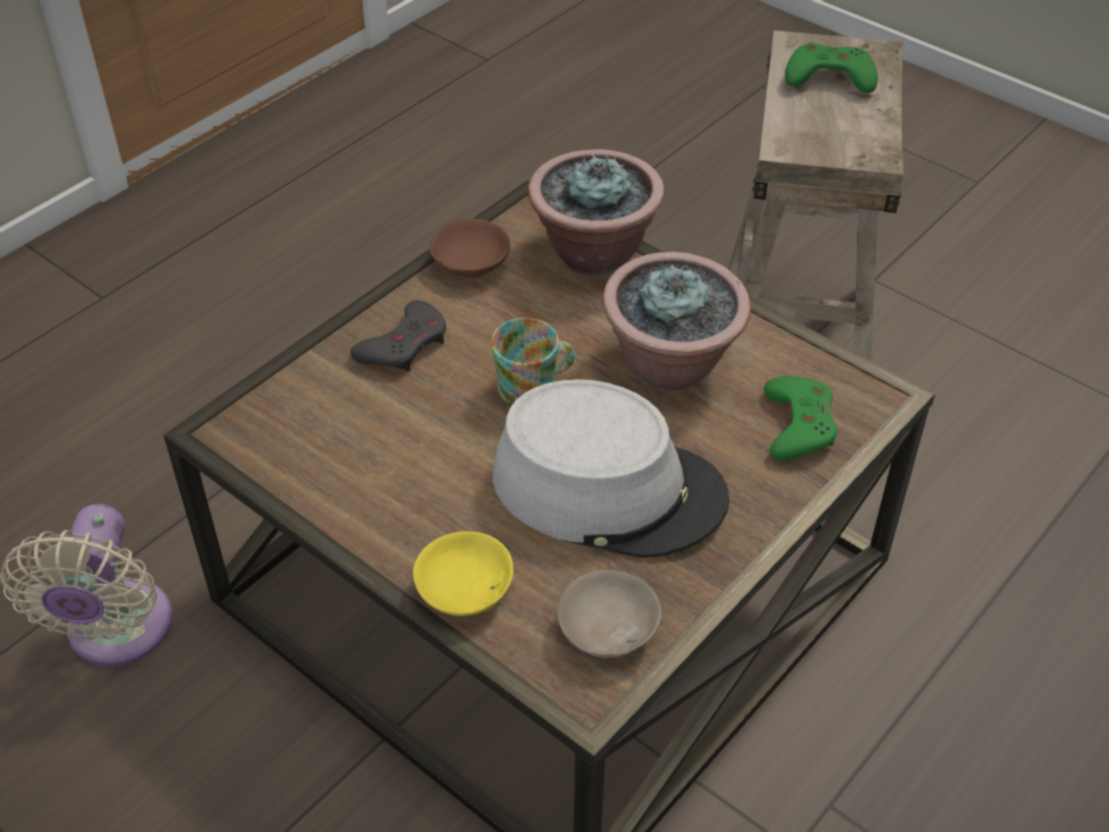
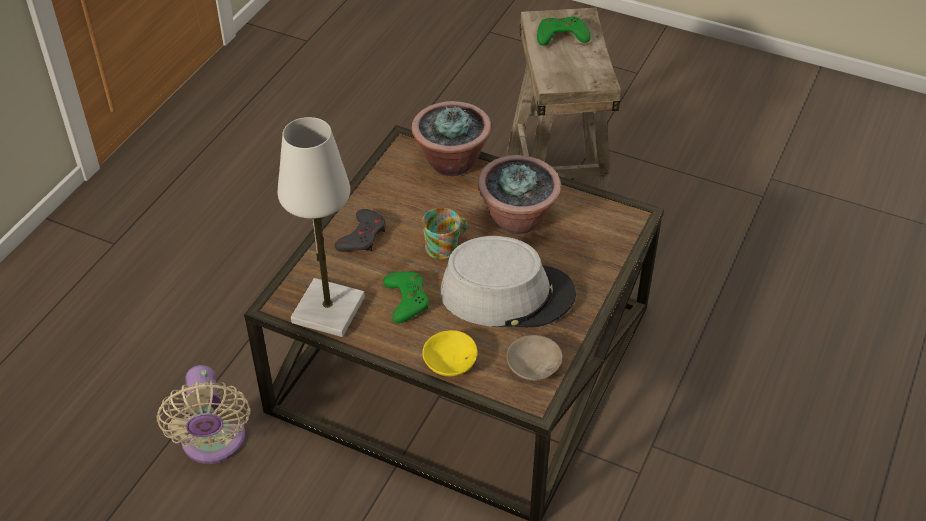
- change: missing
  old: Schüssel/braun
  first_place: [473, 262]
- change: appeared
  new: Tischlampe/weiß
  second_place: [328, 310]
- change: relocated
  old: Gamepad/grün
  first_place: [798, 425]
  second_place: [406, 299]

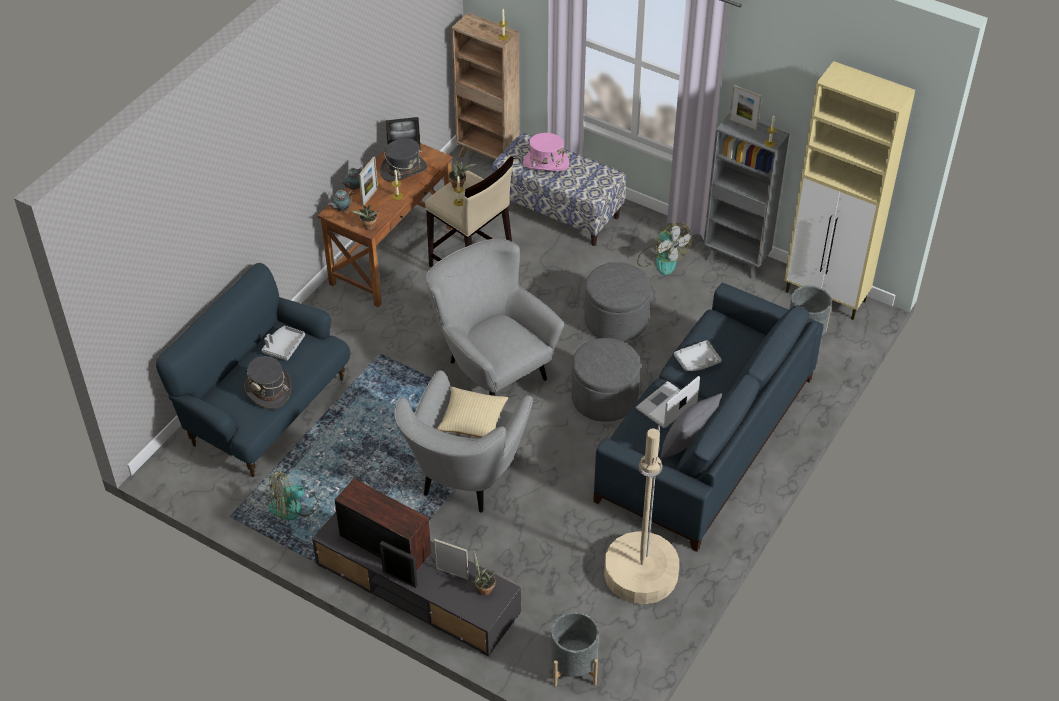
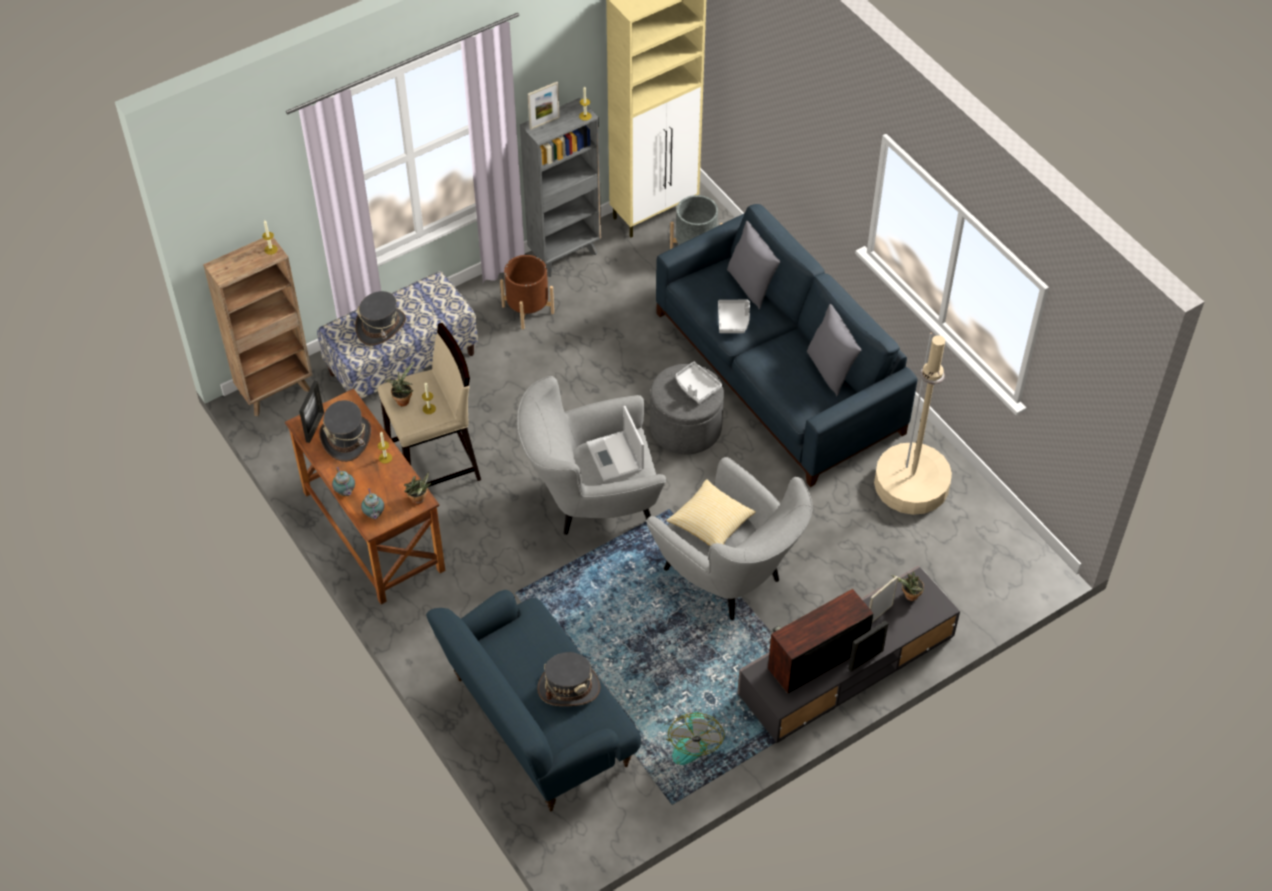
- change: missing
  old: Bilderrahmen
  first_place: [370, 197]
- change: missing
  old: Pflanzkübel/grau
  first_place: [573, 667]
- change: missing
  old: Polsterhocker/grau
  first_place: [616, 320]
- change: appeared
  new: Kissen/grau
  second_place: [751, 285]
- change: relocated
  old: Tablett/grau
  first_place: [284, 346]
  second_place: [696, 387]
- change: relocated
  old: Laptop
  first_place: [666, 406]
  second_place: [615, 457]
- change: exchanged
  old: Ventilator
  new: Pflanzkübel/braun
  first_place: [661, 259]
  second_place: [528, 309]
- change: colour
  old: Hut/rosa
  new: Hut/grau
  first_place: [546, 163]
  second_place: [381, 327]

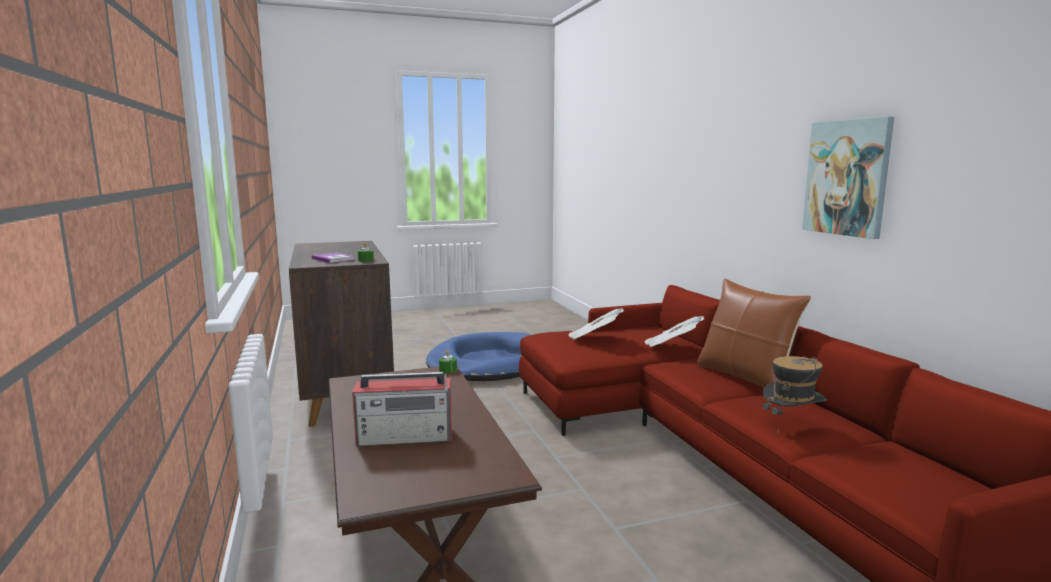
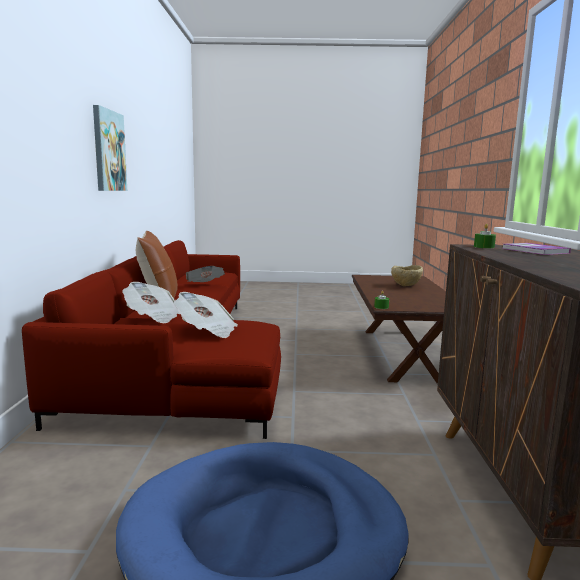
- change: exchanged
  old: Radio
  new: Schüssel/beige
  first_place: [406, 437]
  second_place: [406, 286]
- change: exchanged
  old: Hut
  new: Zeitung
  first_place: [791, 425]
  second_place: [205, 285]

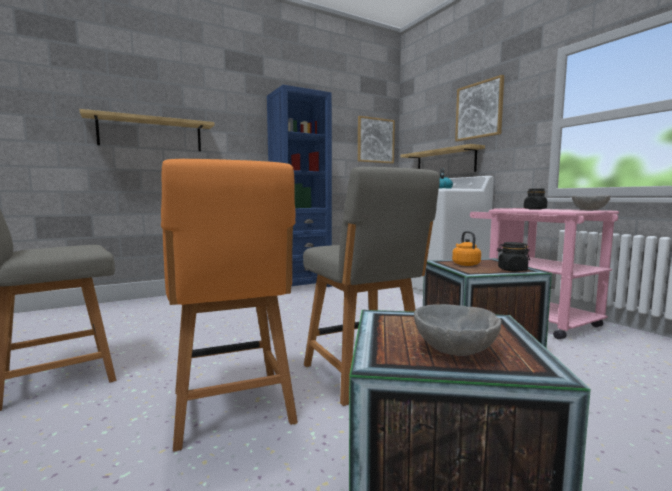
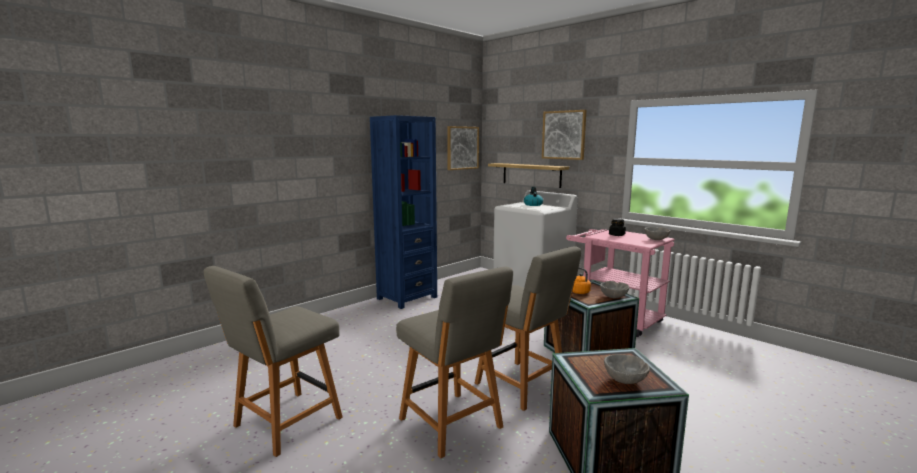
- change: missing
  old: Wandregal
  first_place: [151, 134]
- change: exchanged
  old: Vorratsglas/schwarz
  new: Schüssel/grau
  first_place: [512, 270]
  second_place: [613, 297]
- change: colour
  old: Stuhl/orange
  new: Stuhl/grau
  first_place: [232, 409]
  second_place: [452, 425]

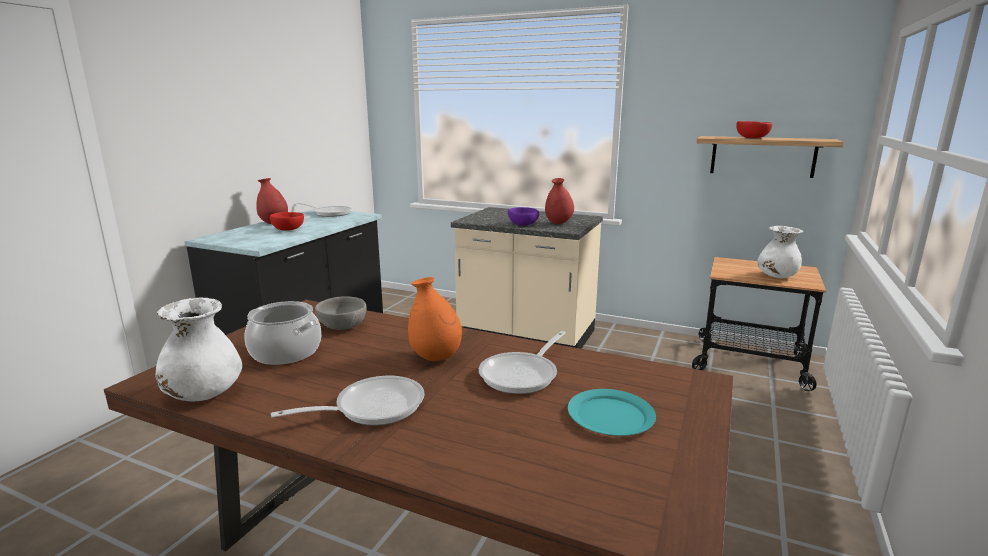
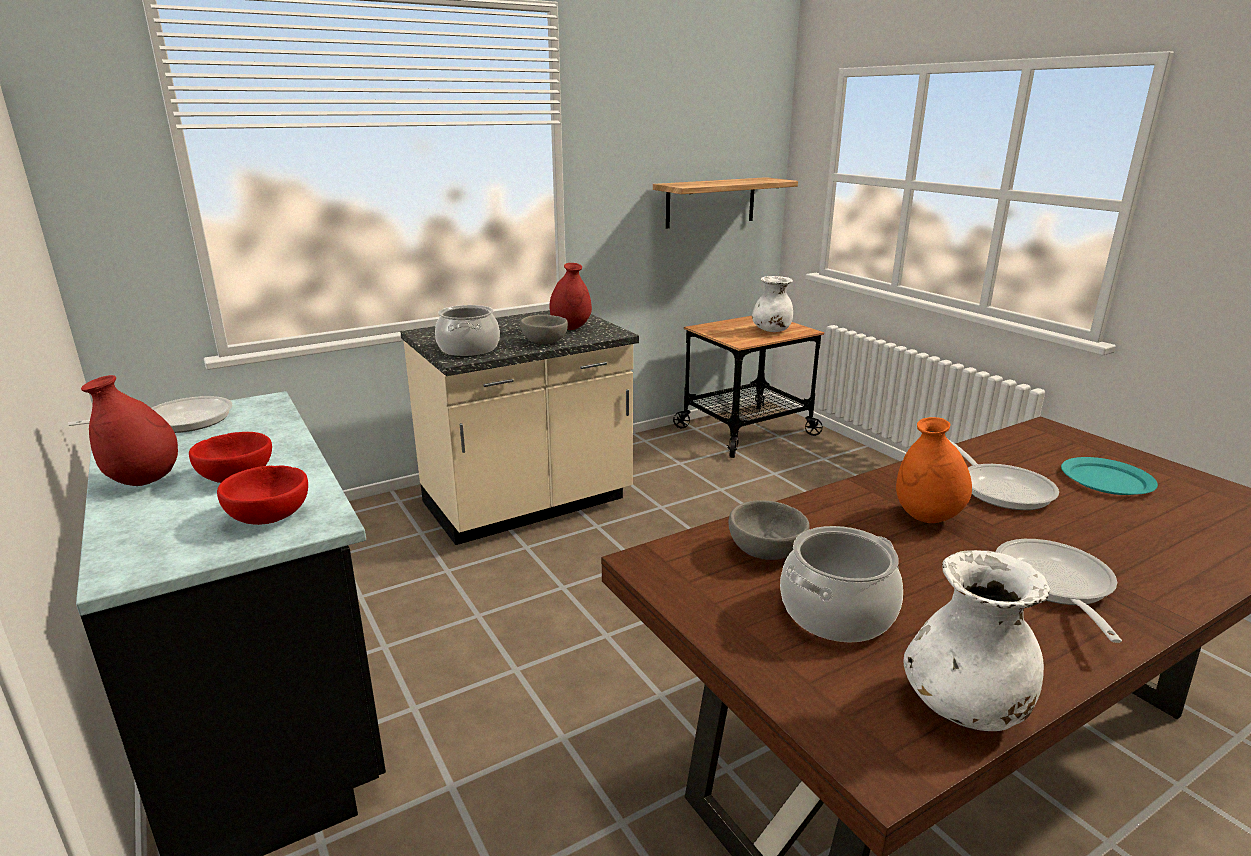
- change: appeared
  new: Kochtopf
  second_place: [469, 349]
- change: relocated
  old: Schüssel/rot
  first_place: [751, 138]
  second_place: [267, 516]
- change: colour
  old: Schüssel/lila
  new: Schüssel/grau
  first_place: [522, 224]
  second_place: [543, 342]

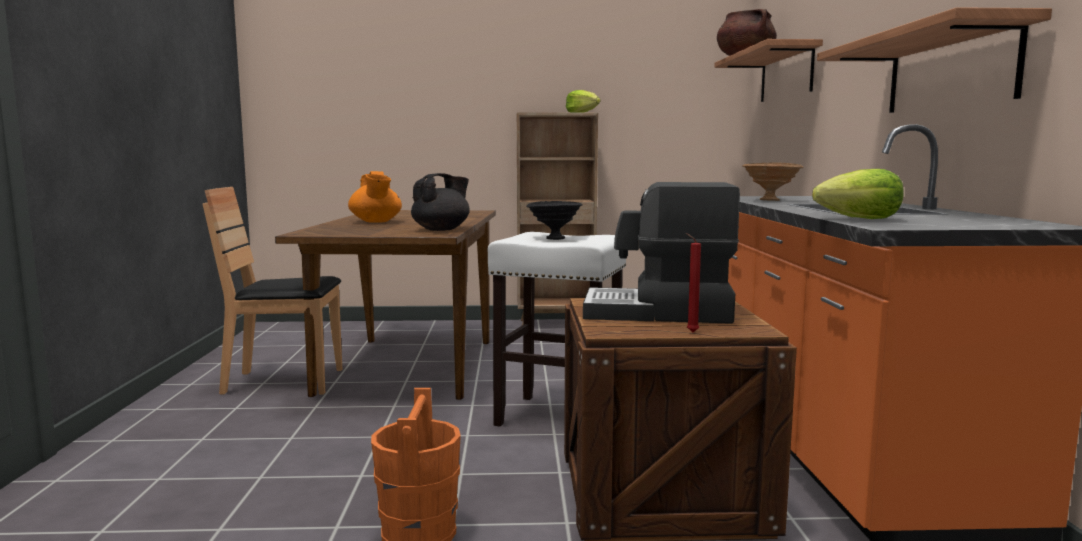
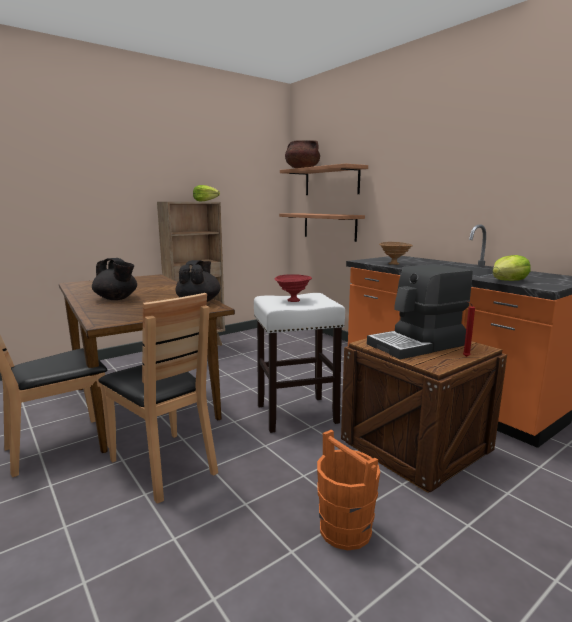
- change: appeared
  new: Stuhl/braun
  second_place: [164, 465]
- change: relocated
  old: Wandregal
  first_place: [949, 71]
  second_place: [329, 226]
- change: colour
  old: Teekanne/orange
  new: Teekanne/schwarz
  first_place: [376, 222]
  second_place: [116, 299]
- change: colour
  old: Schüssel/schwarz
  new: Schüssel/rot
  first_place: [554, 238]
  second_place: [293, 301]

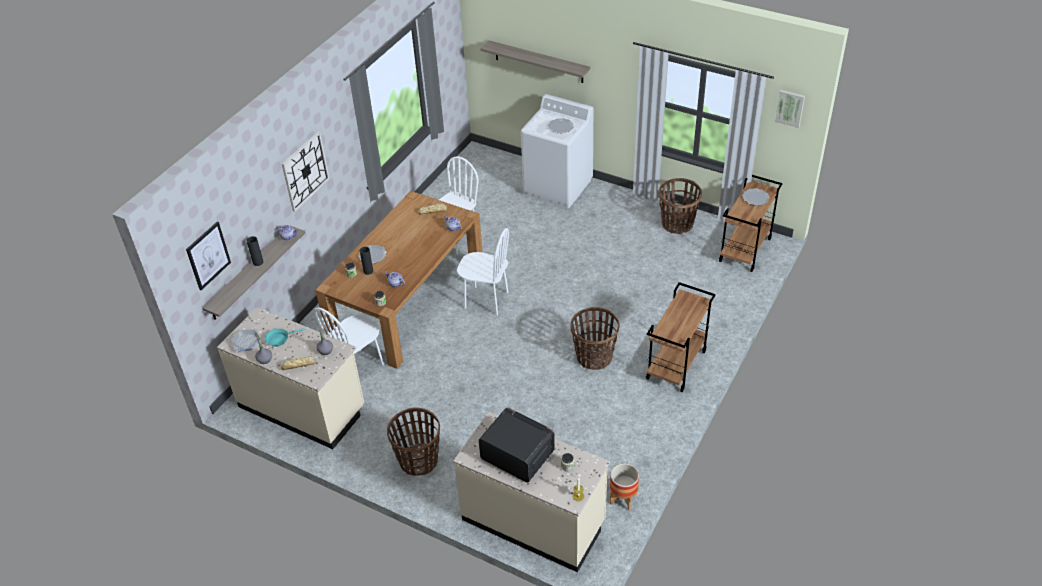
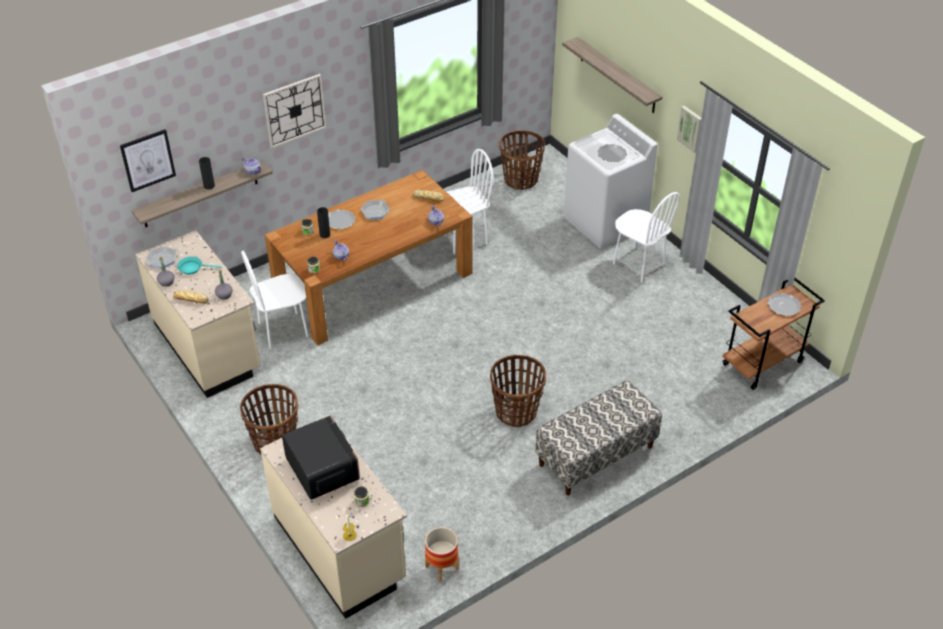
- change: appeared
  new: Pfanne
  second_place: [375, 212]
- change: relocated
  old: Stuhl/weiß
  first_place: [486, 300]
  second_place: [638, 264]
- change: relocated
  old: Korb
  first_place: [677, 224]
  second_place: [521, 180]
- change: relocated
  old: Bild
  first_place: [790, 108]
  second_place: [690, 128]
- change: exchanged
  old: Rollwagen/braun
  new: Bank
  first_place: [676, 366]
  second_place: [596, 456]

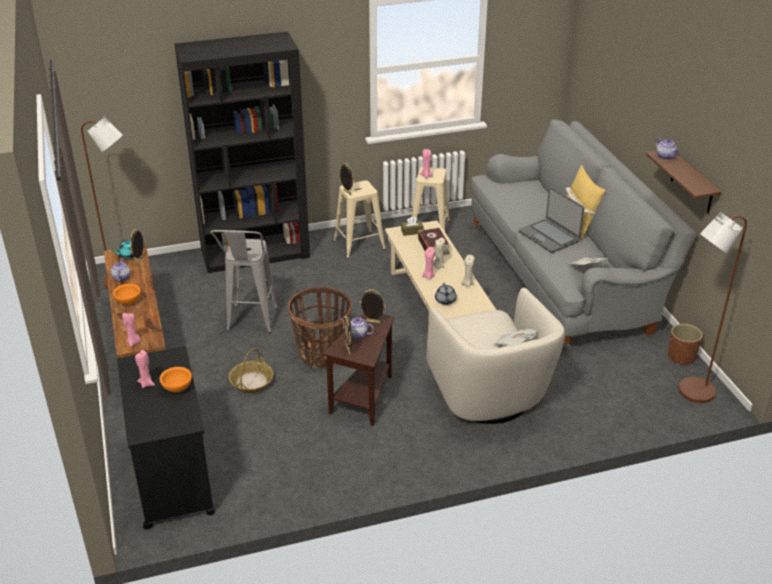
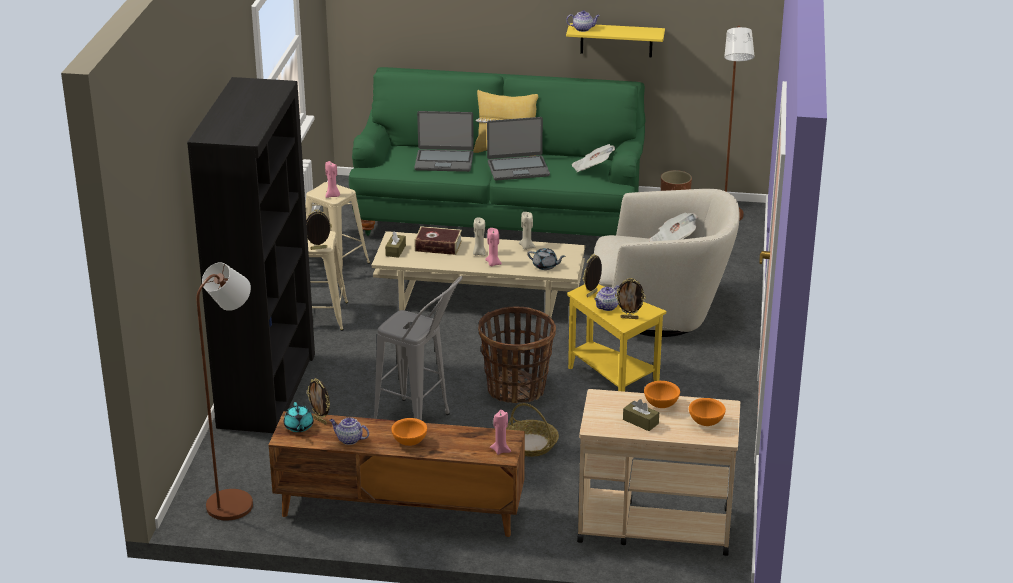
- change: appeared
  new: Laptop
  second_place: [444, 161]
- change: appeared
  new: Schüssel/orange
  second_place: [705, 422]
- change: exchanged
  old: Kerze/rosa
  new: Taschentuchbox/braun
  first_place: [146, 383]
  second_place: [640, 421]
- change: colour
  old: Rollwagen/schwarz
  new: Rollwagen/beige
  first_place: [172, 475]
  second_place: [653, 525]
- change: colour
  old: Beistelltisch/braun
  new: Beistelltisch/gelb
  first_place: [364, 399]
  second_place: [612, 382]
- change: colour
  old: Sofa/grau
  new: Sofa/grün
  first_place: [563, 276]
  second_place: [500, 218]
- change: colour
  old: Wandregal/braun
  new: Wandregal/gelb
  first_place: [692, 183]
  second_place: [616, 40]

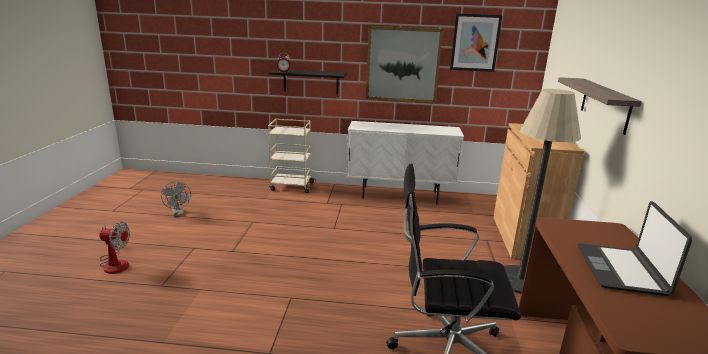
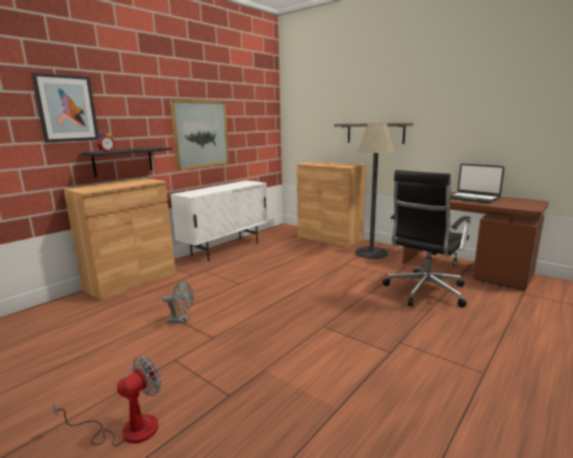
- change: relocated
  old: Ventilator/grau
  first_place: [178, 213]
  second_place: [182, 320]
- change: relocated
  old: Bild
  first_place: [475, 42]
  second_place: [66, 108]
- change: exchanged
  old: Rollwagen/beige
  new: Schrank/braun
  first_place: [291, 186]
  second_place: [131, 281]

